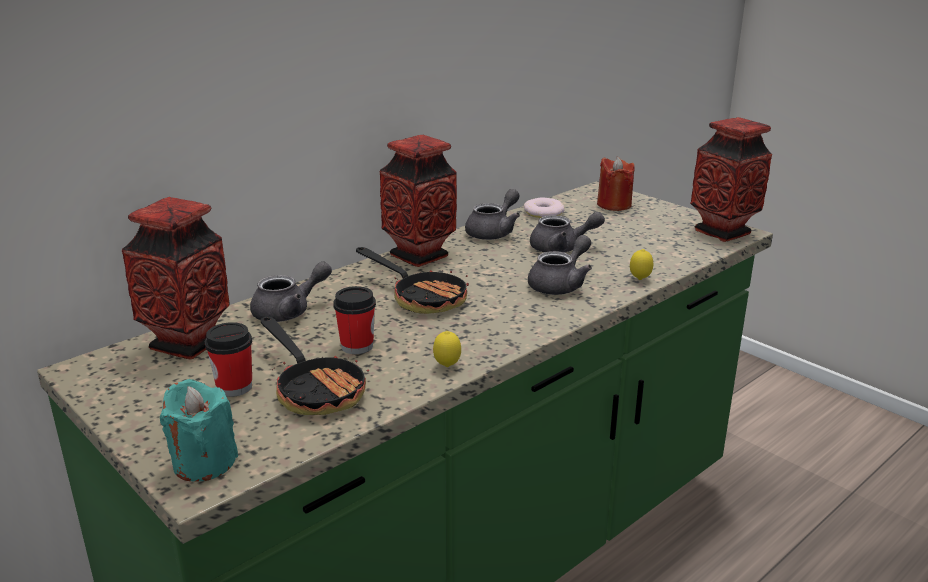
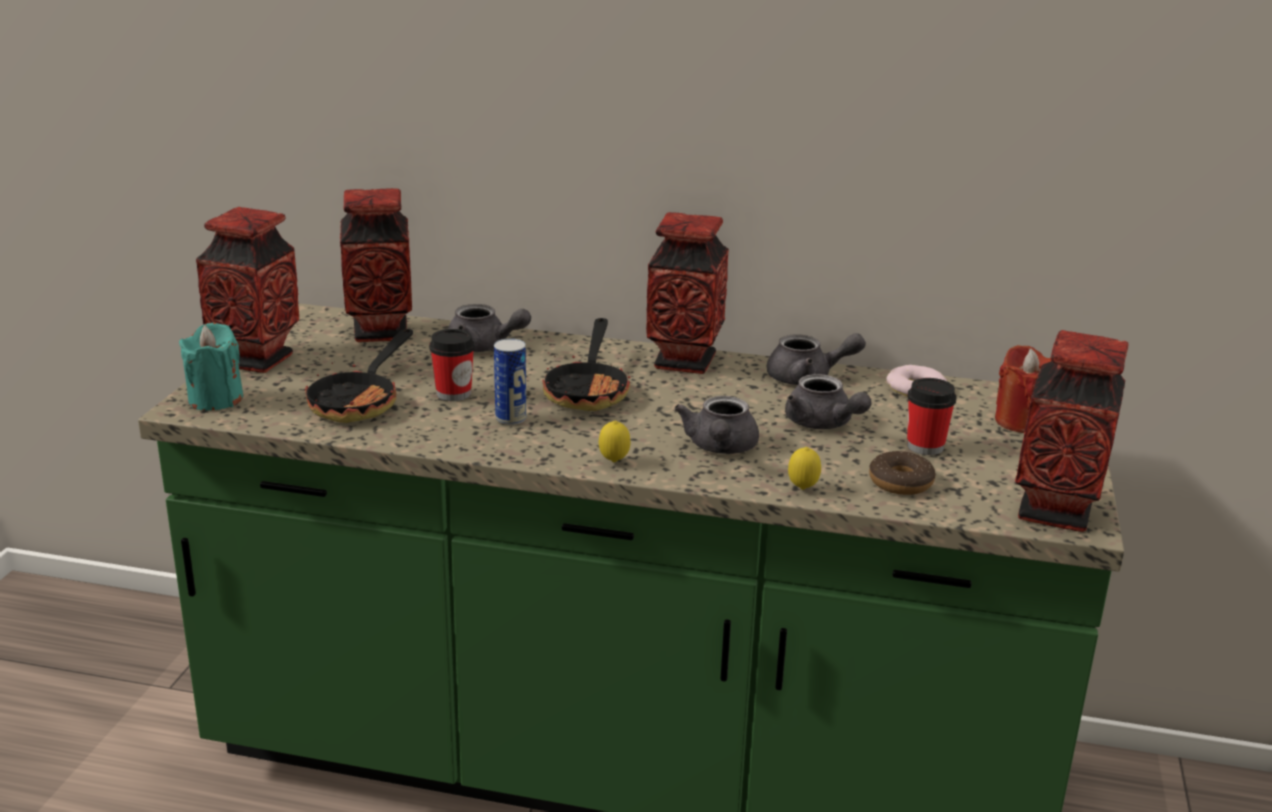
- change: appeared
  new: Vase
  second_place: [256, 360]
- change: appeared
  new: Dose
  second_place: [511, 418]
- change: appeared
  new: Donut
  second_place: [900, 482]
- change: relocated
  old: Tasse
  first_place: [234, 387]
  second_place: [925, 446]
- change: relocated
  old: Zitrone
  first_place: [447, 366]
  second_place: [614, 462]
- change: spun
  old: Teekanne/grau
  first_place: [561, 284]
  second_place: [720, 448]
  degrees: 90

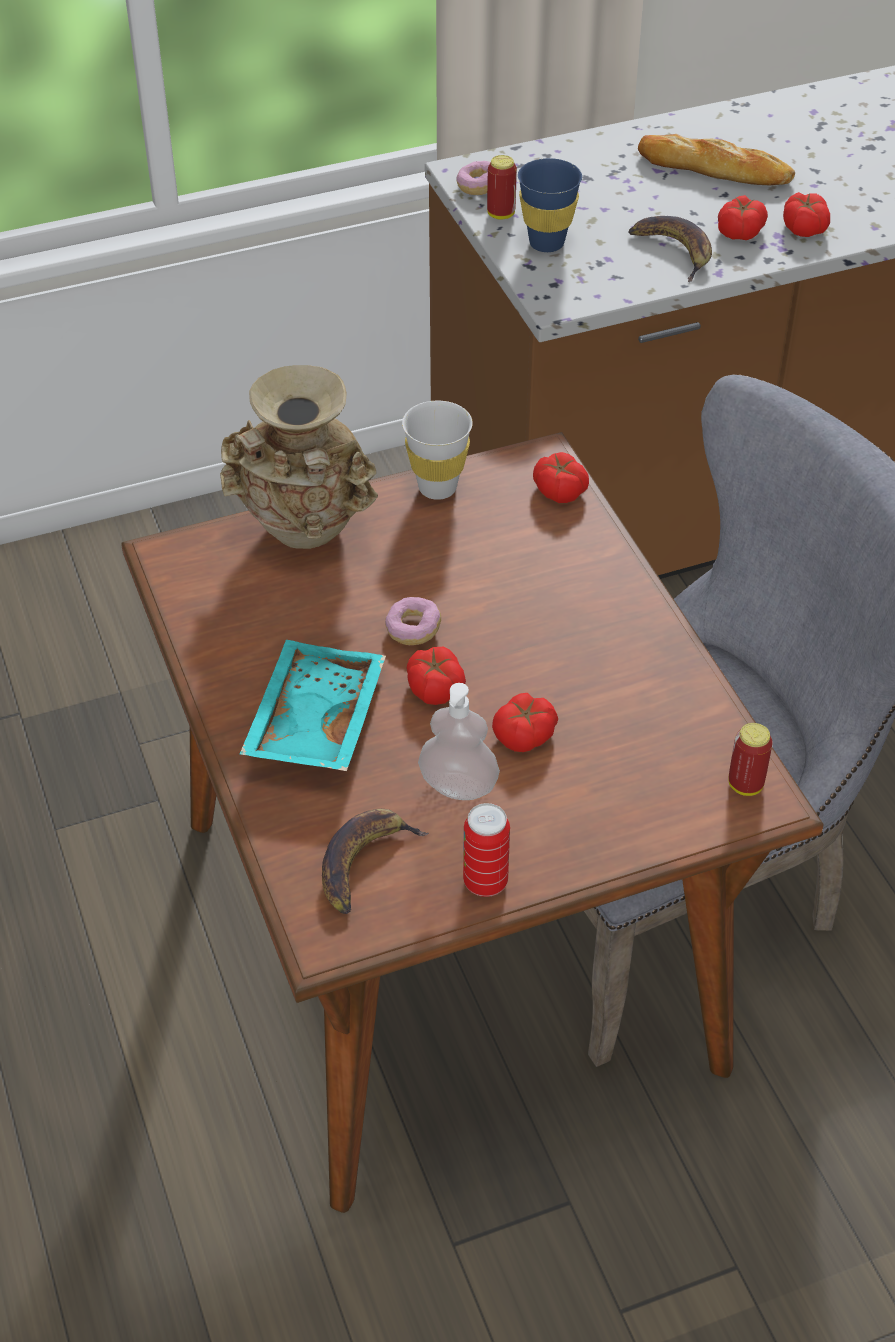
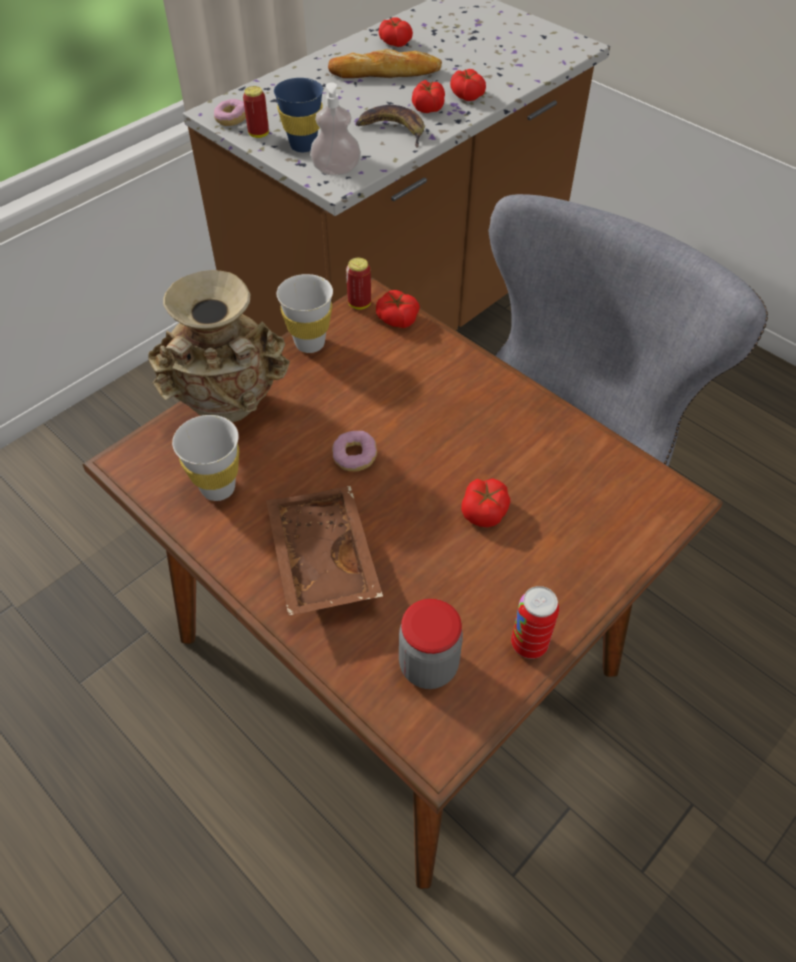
- change: appeared
  new: Tasse/weiß
  second_place: [218, 488]
- change: relocated
  old: Tomate
  first_place: [435, 687]
  second_place: [395, 42]
- change: relocated
  old: Seifenspender
  first_place: [458, 786]
  second_place: [336, 170]
- change: relocated
  old: Dose
  first_place: [745, 785]
  second_place: [359, 304]
- change: exchanged
  old: Banane
  new: Vorratsglas
  first_place: [364, 862]
  second_place: [428, 666]
- change: colour
  old: Tablett/türkis
  new: Tablett/braun
  first_place: [312, 721]
  second_place: [319, 559]

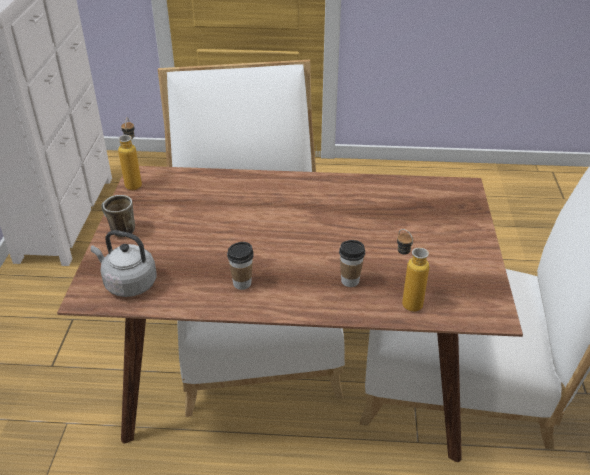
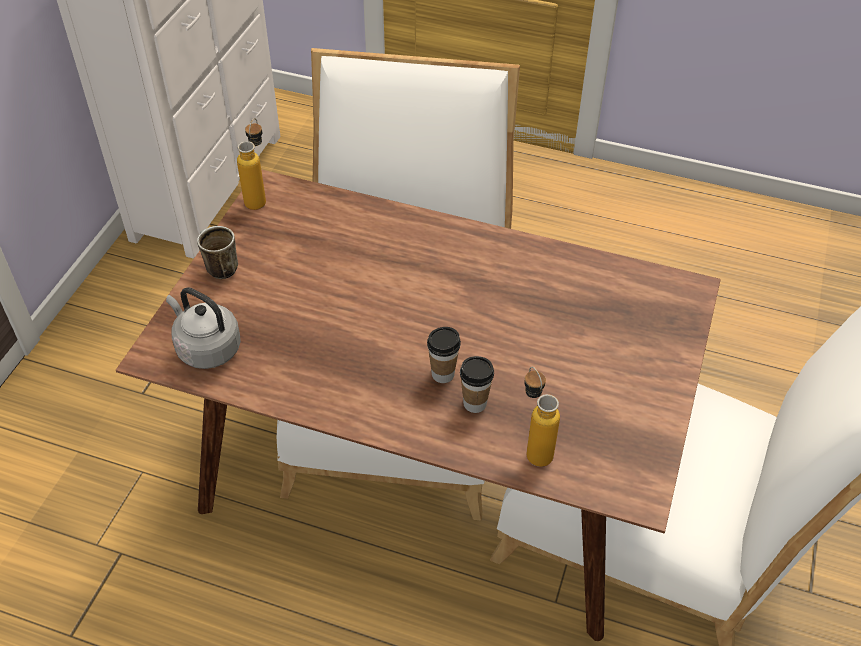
- change: relocated
  old: Tasse
  first_place: [242, 283]
  second_place: [443, 374]

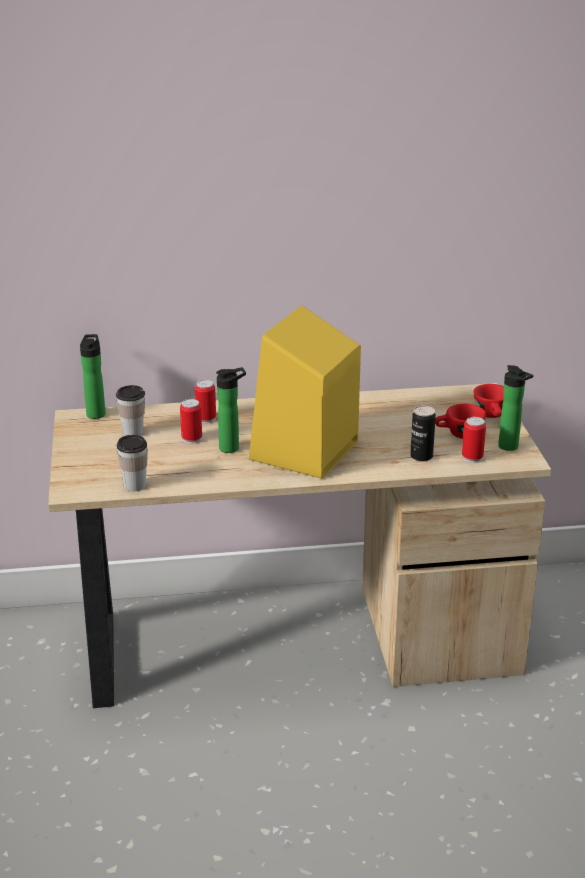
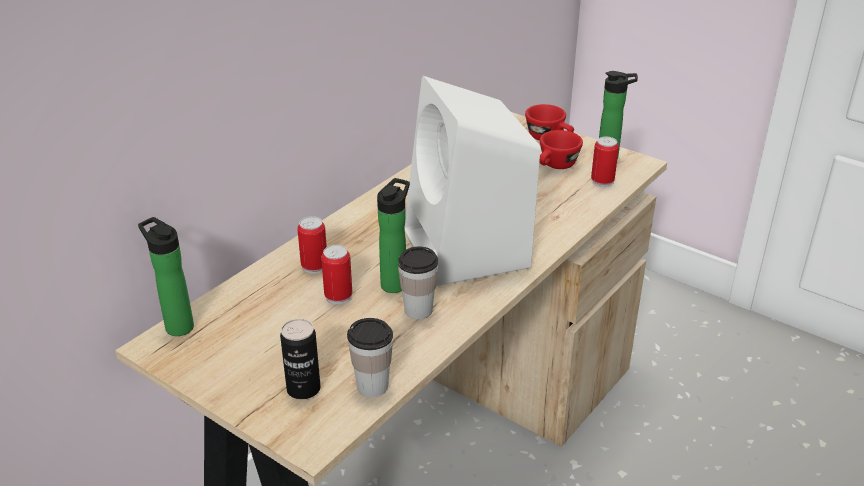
- change: relocated
  old: Tasse
  first_place: [133, 432]
  second_place: [418, 310]
- change: relocated
  old: Dose
  first_place: [421, 456]
  second_place: [303, 389]
- change: colour
  old: Lautsprecher/gelb
  new: Lautsprecher/weiß
  first_place: [303, 452]
  second_place: [468, 250]

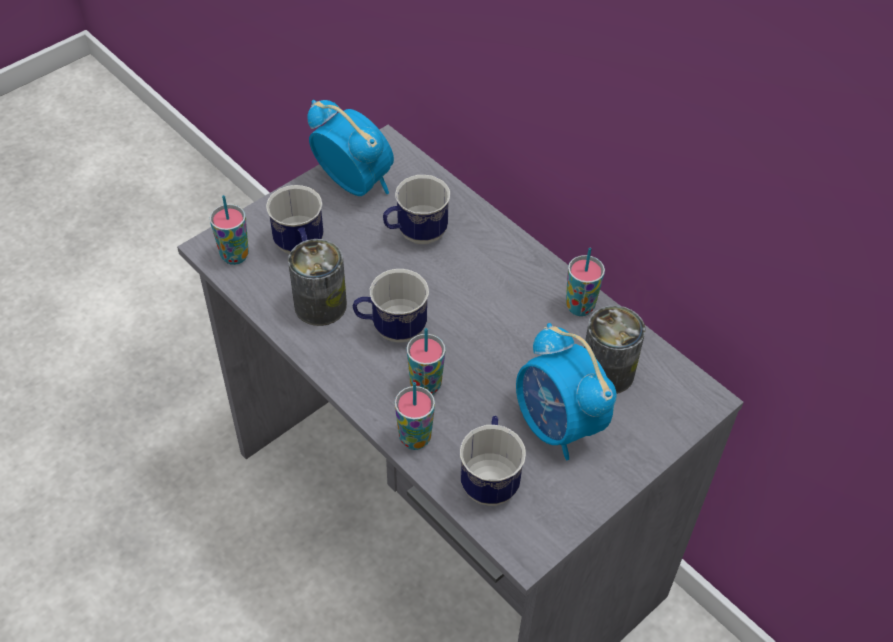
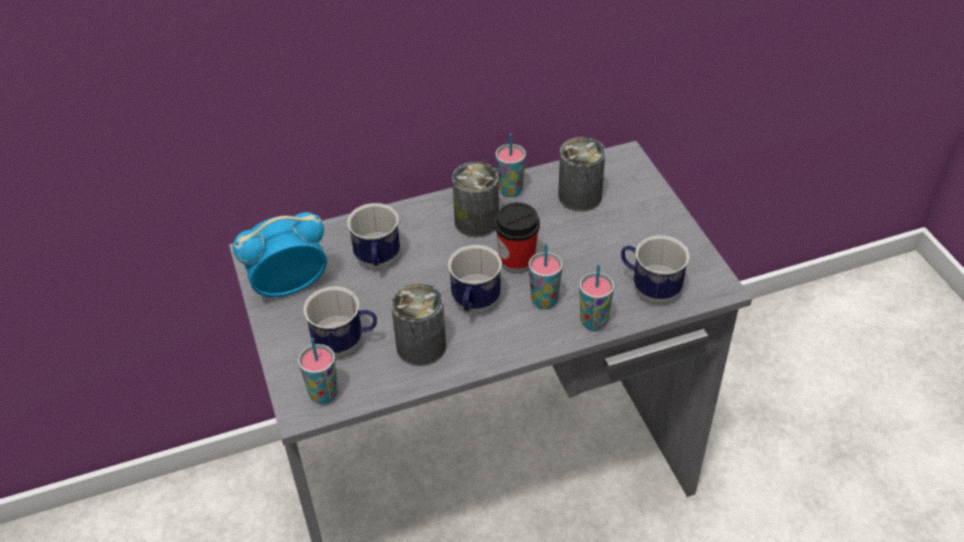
- change: missing
  old: Wecker
  first_place: [558, 426]
- change: appeared
  new: Dose
  second_place: [476, 221]
- change: appeared
  new: Tasse
  second_place: [517, 261]

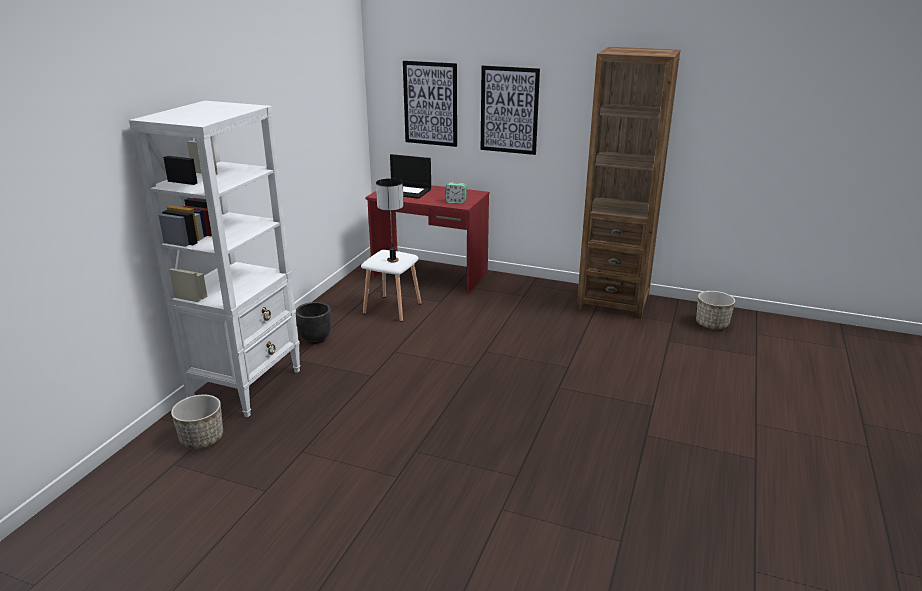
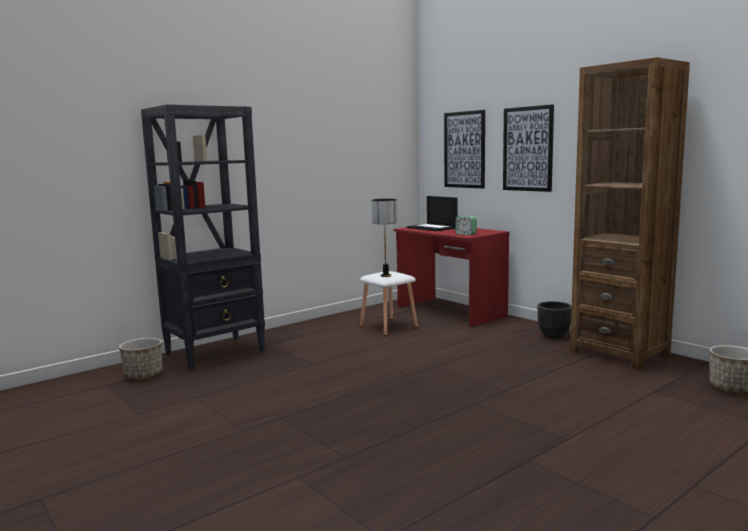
- change: relocated
  old: Pflanzkübel/schwarz
  first_place: [315, 339]
  second_place: [553, 336]
- change: colour
  old: Bücherregal/weiß
  new: Bücherregal/schwarz
  first_place: [247, 385]
  second_place: [216, 352]

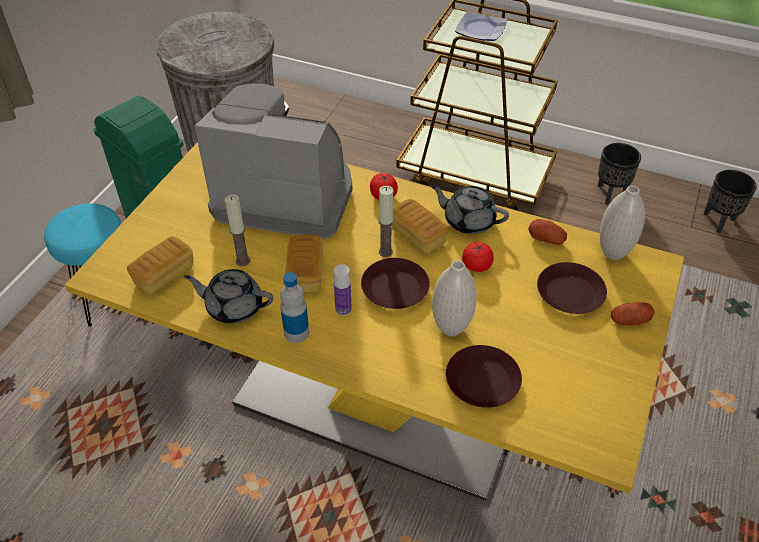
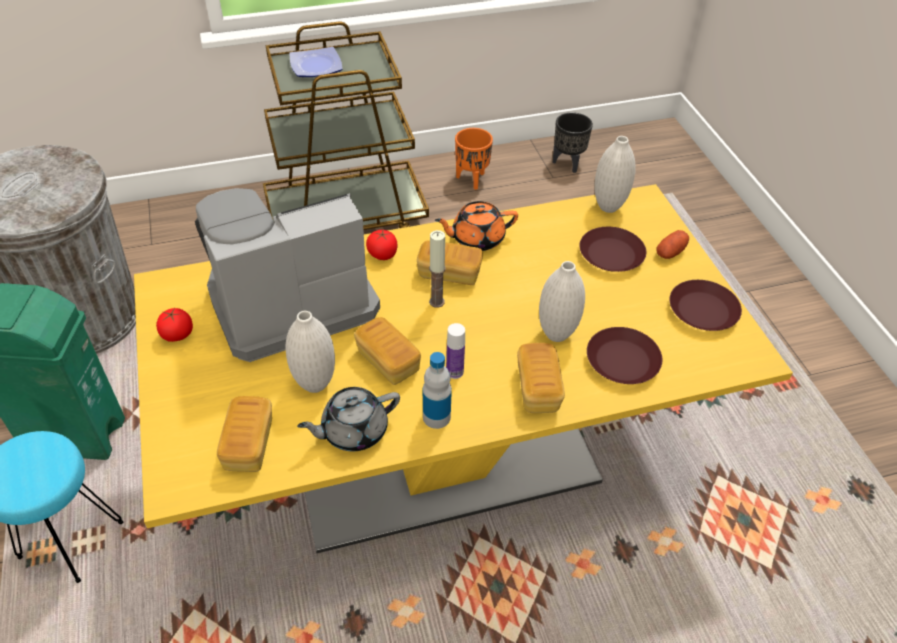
- change: missing
  old: Kartoffel
  first_place: [546, 239]
- change: appeared
  new: Brot
  second_place: [538, 389]
- change: relocated
  old: Teller/braun
  first_place: [395, 289]
  second_place: [703, 311]
- change: relocated
  old: Tomate
  first_place: [476, 266]
  second_place: [177, 334]
- change: exchanged
  old: Kerze
  new: Vase/weiß
  first_place: [243, 261]
  second_place: [315, 384]
- change: colour
  old: Teekanne/grau
  new: Teekanne/orange
  first_place: [468, 221]
  second_place: [476, 239]
- change: colour
  old: Pflanzkübel/schwarz
  new: Pflanzkübel/orange
  first_place: [611, 194]
  second_place: [472, 179]

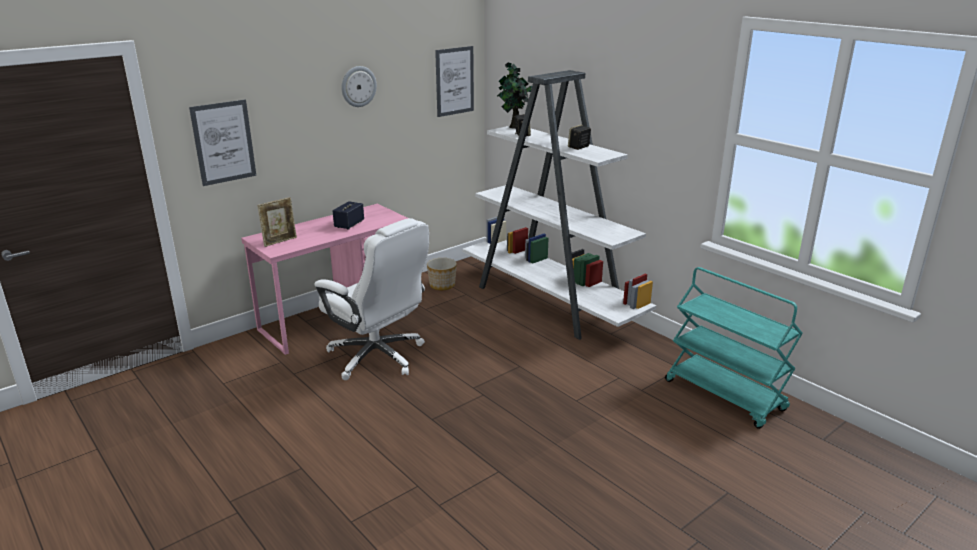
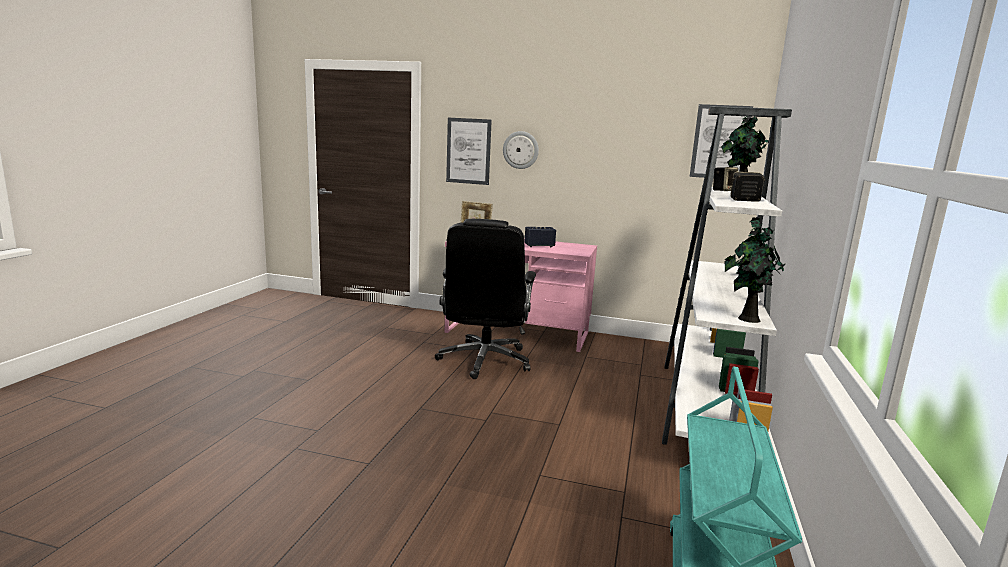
- change: missing
  old: Pflanzkübel
  first_place: [442, 285]
- change: appeared
  new: Topfpflanze
  second_place: [747, 318]
- change: relocated
  old: Wanduhr
  first_place: [358, 86]
  second_place: [520, 150]
- change: colour
  old: Bürostuhl/weiß
  new: Bürostuhl/schwarz
  first_place: [378, 357]
  second_place: [484, 361]

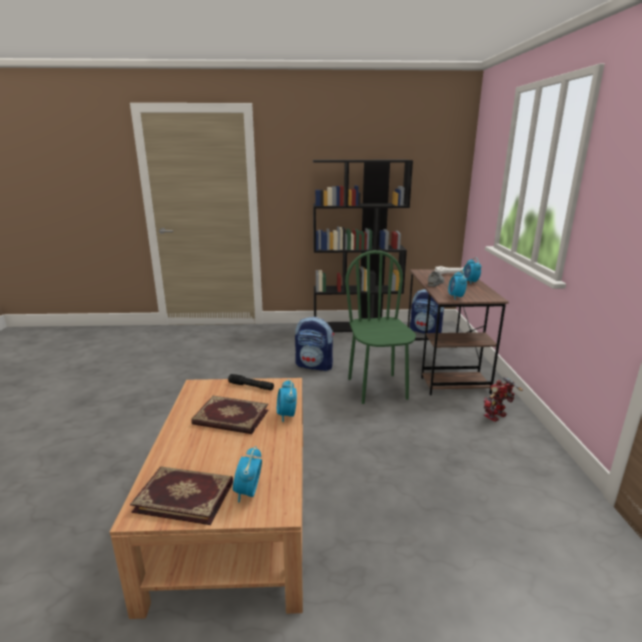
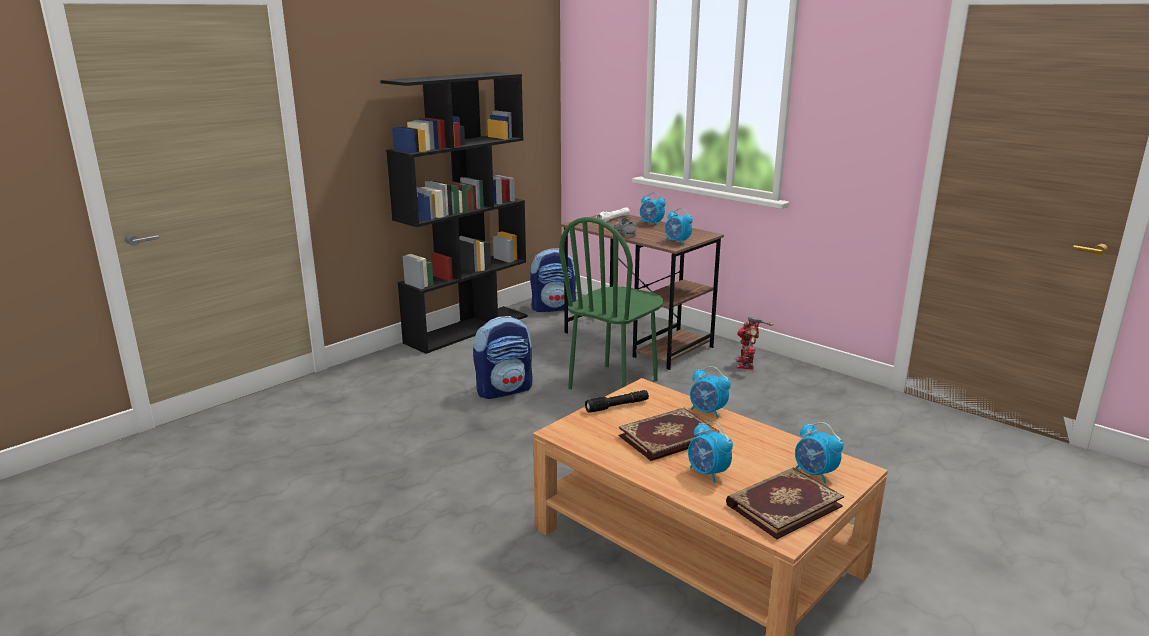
- change: appeared
  new: Wecker
  second_place: [707, 473]
- change: spun
  old: Stuhl/grün
  first_place: [377, 388]
  second_place: [614, 384]
  degrees: -90

